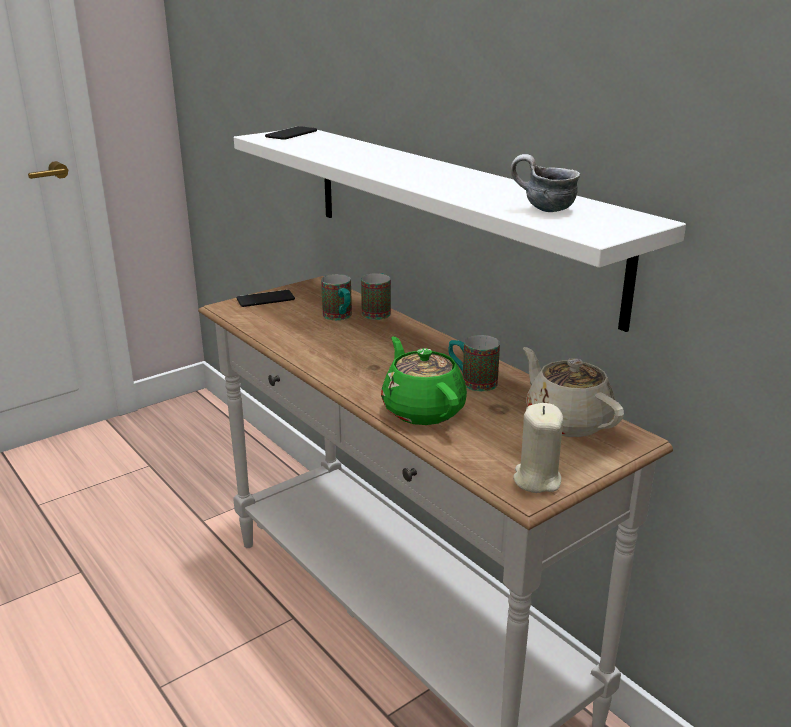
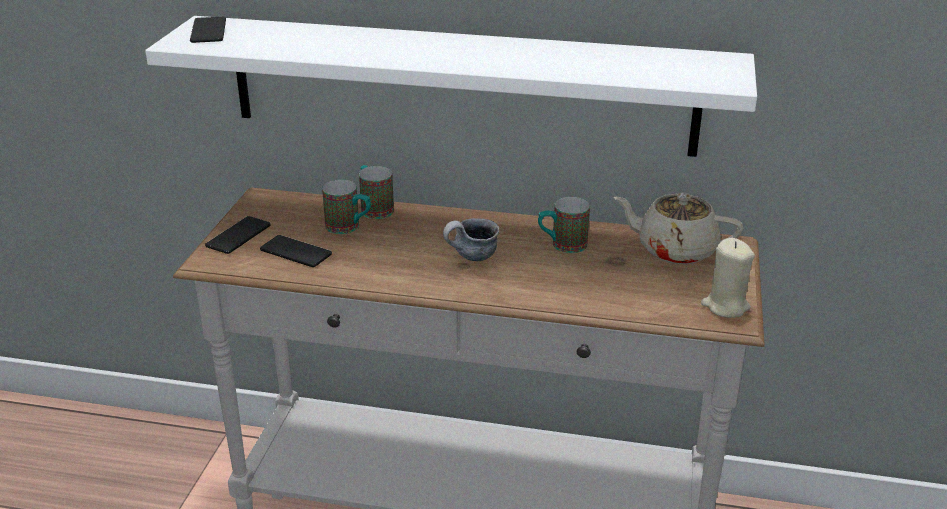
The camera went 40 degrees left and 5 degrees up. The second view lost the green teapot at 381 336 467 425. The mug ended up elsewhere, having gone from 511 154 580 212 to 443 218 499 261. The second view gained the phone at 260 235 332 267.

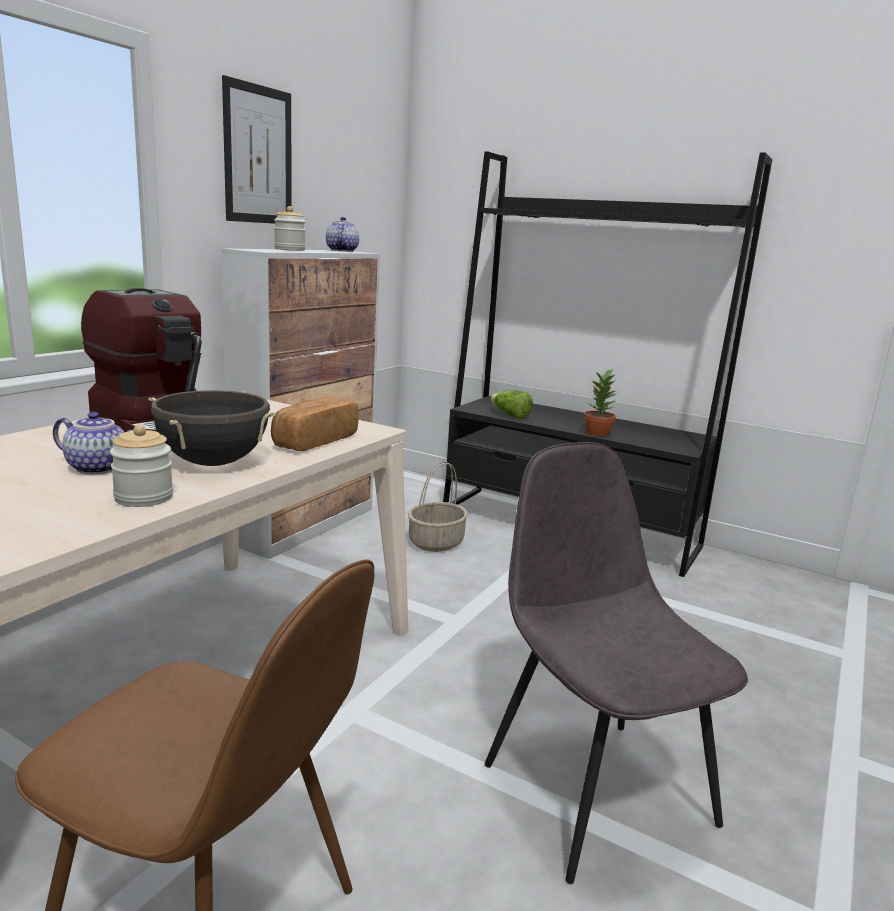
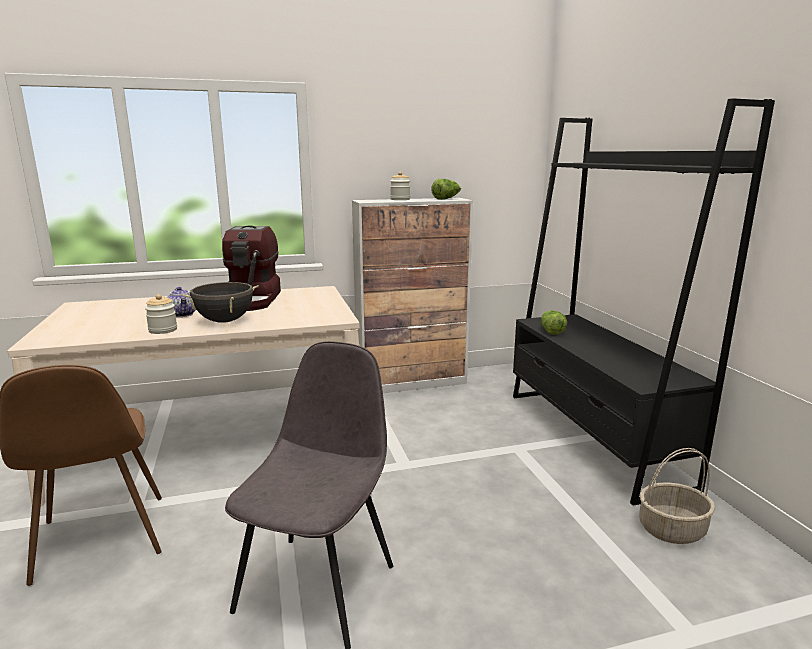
The camera went 45 degrees right and 0 degrees up. The second view lost the picture at 222 75 292 224. The second view lost the bread at 271 397 359 451. Where the teapot stood at 326 217 359 252, the lettuce came to stand at 431 179 461 200. The basket ended up elsewhere, having gone from 408 461 468 552 to 639 448 715 544. The second view lost the potted plant at 584 368 618 436.

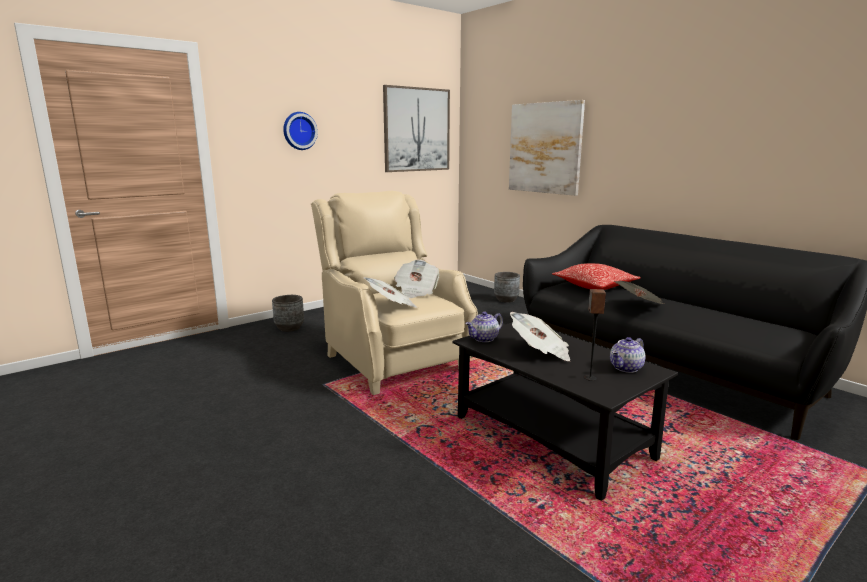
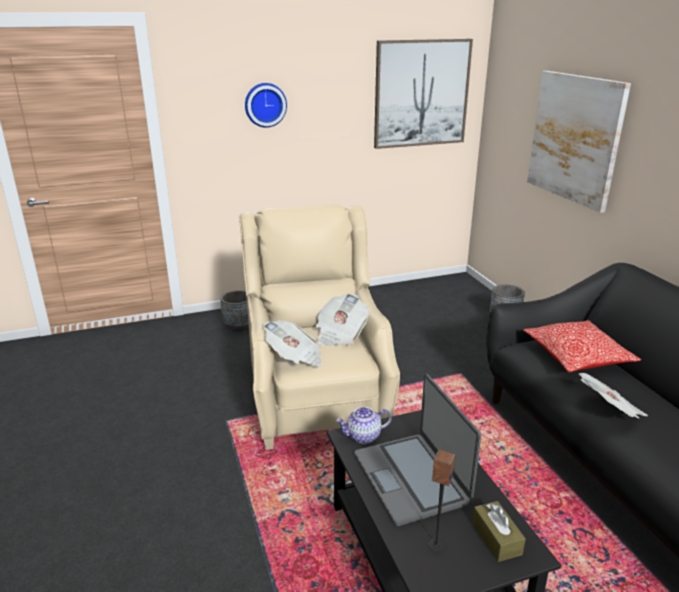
The camera went 20 degrees right and 10 degrees up. Where the newspaper stood at 510 312 570 361, the laptop came to stand at 354 374 481 526. Where the teapot stood at 610 337 645 373, the brown tissue box came to stand at 472 501 526 562.

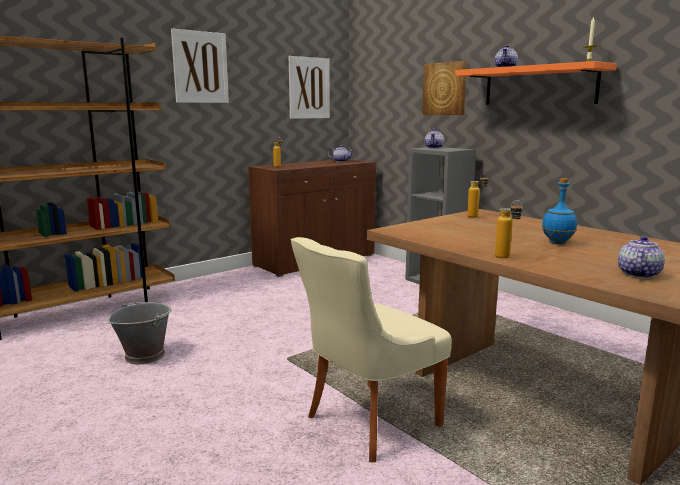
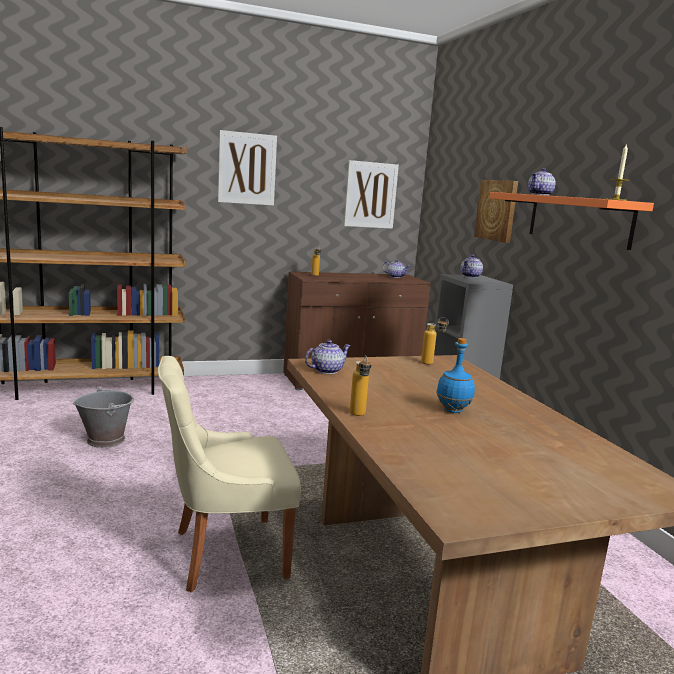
The camera went 20 degrees right and 0 degrees up. The teapot ended up elsewhere, having gone from 618 236 665 278 to 305 340 351 374.

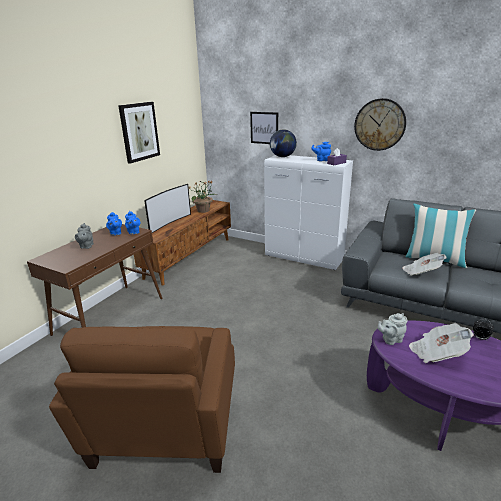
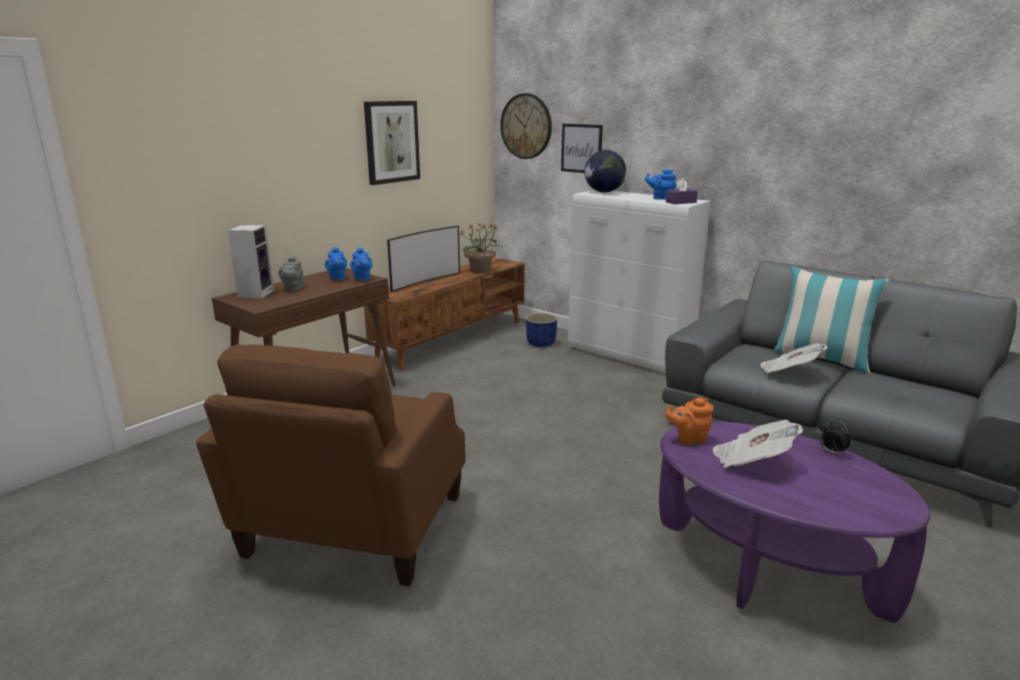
The camera went 10 degrees right and 5 degrees down. The wall clock ended up elsewhere, having gone from 354 98 406 151 to 500 93 552 159. What was the grey teapot at 378 313 408 345 turned into the orange teapot at 665 398 714 445. The second view gained the speaker at 228 225 274 298. The second view gained the blue planter at 526 313 557 347.

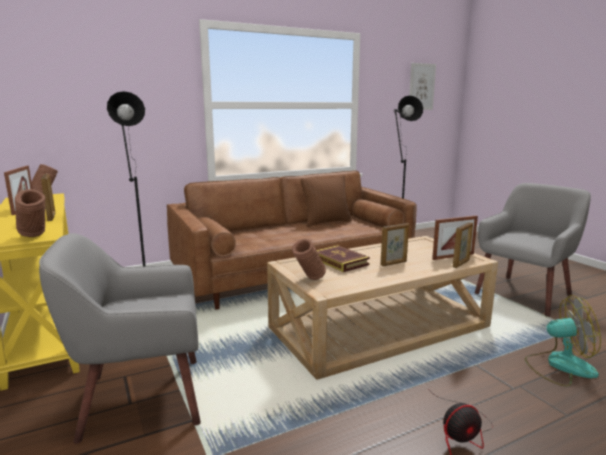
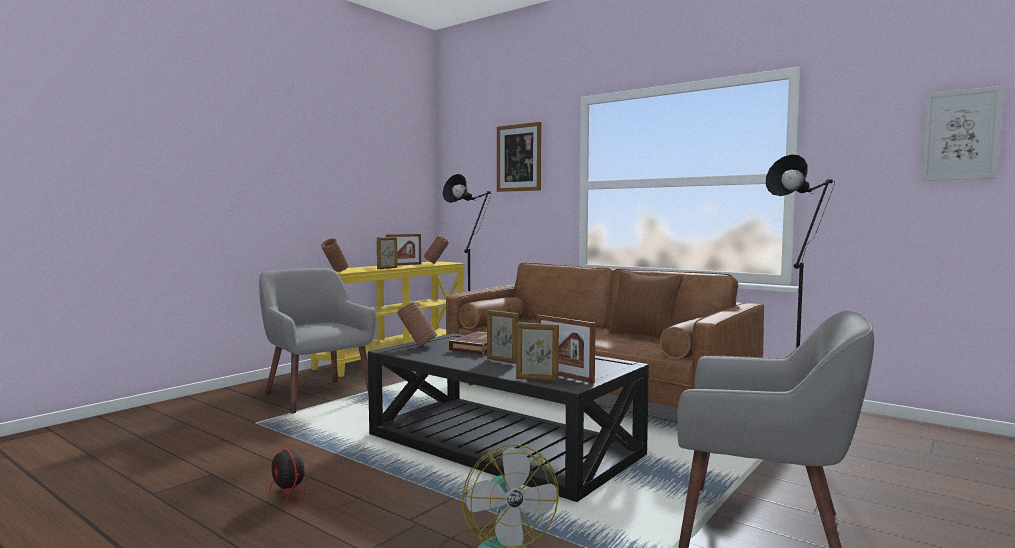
The camera went 65 degrees right and 10 degrees down. What was the beige coffee table at 267 236 498 380 turned into the black coffee table at 368 333 649 502. The second view gained the picture at 497 122 541 192.

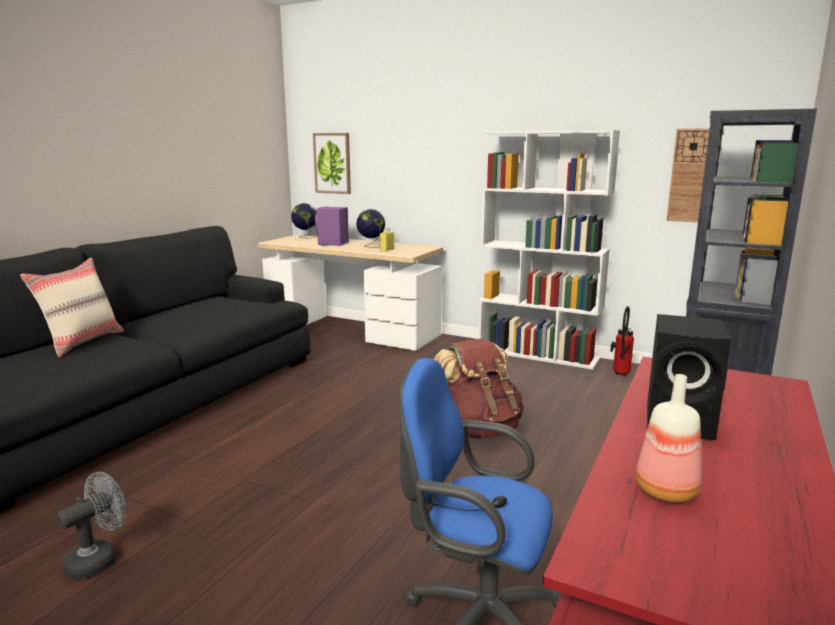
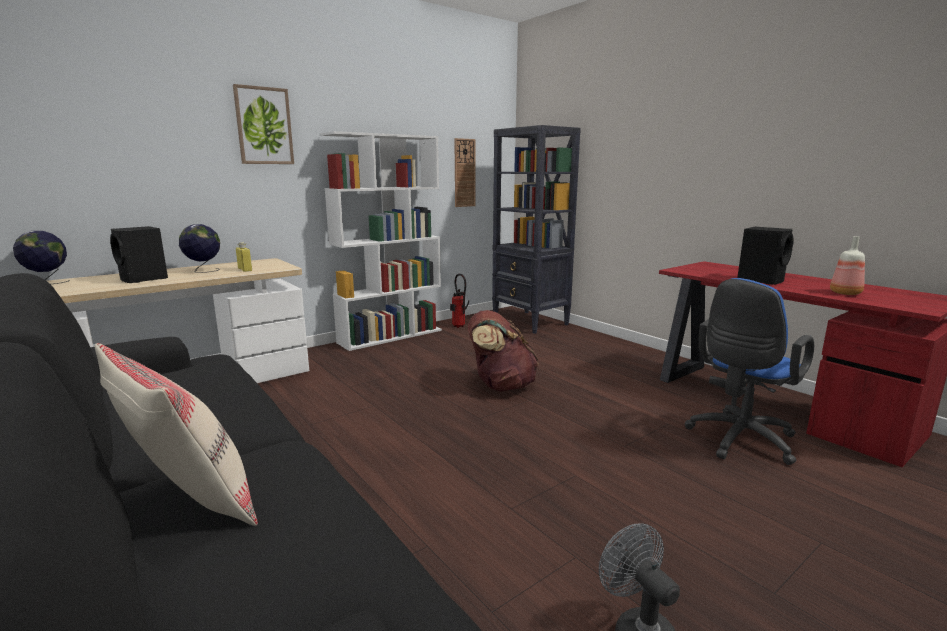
The camera went 65 degrees left and 0 degrees up. The picture ended up elsewhere, having gone from 313 133 351 194 to 233 84 294 164. What was the purple speaker at 315 207 349 246 turned into the black speaker at 110 226 168 283.

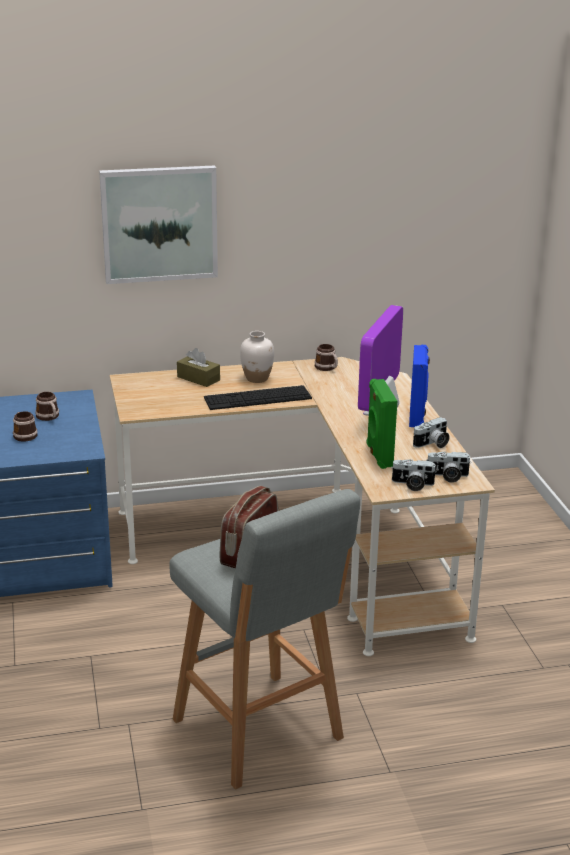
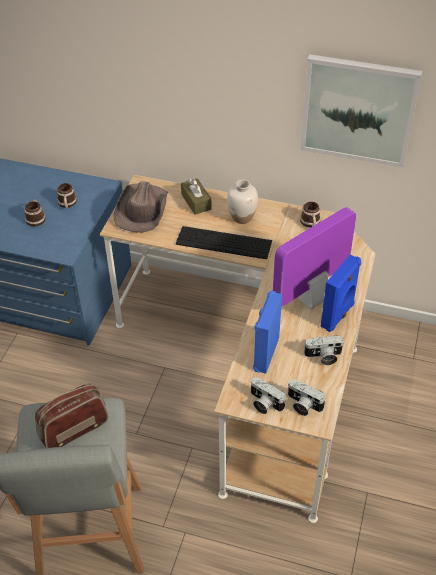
The camera went 30 degrees right and 20 degrees up. The picture ended up elsewhere, having gone from 99 165 218 284 to 300 54 422 167. What was the green speaker at 367 379 397 469 turned into the blue speaker at 253 291 282 374. The second view gained the brown hat at 114 181 169 233.

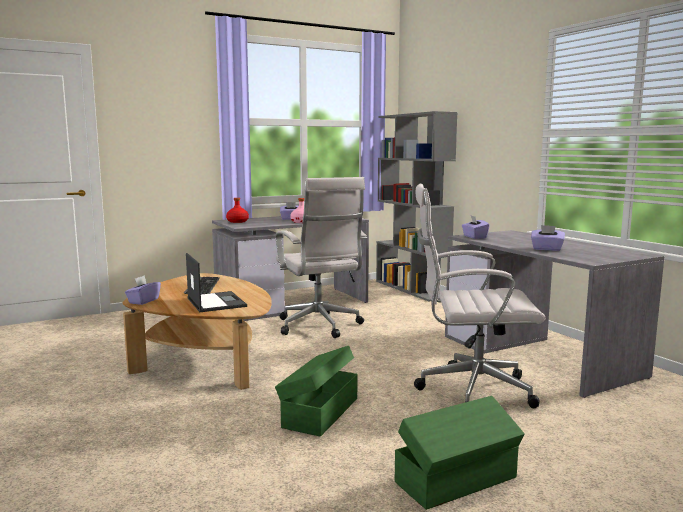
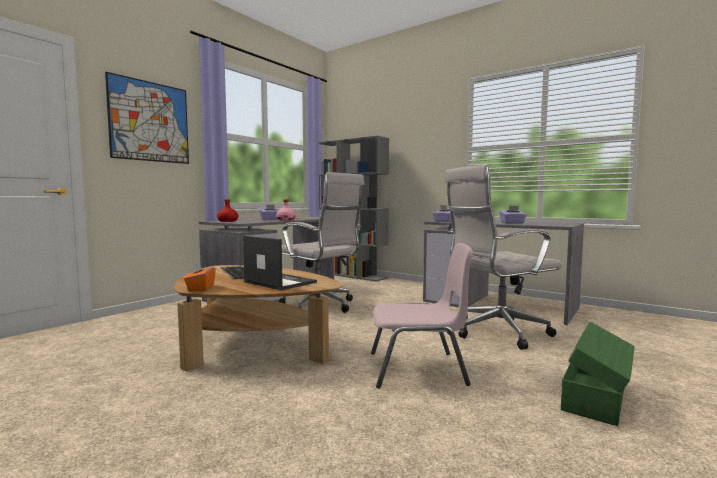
The camera went 25 degrees left and 5 degrees down. What was the purple tissue box at 125 275 161 305 turned into the orange tissue box at 184 262 216 291. Where the green storage box stood at 275 346 357 436, the pink chair came to stand at 371 243 473 389. The second view gained the picture at 105 72 189 164.

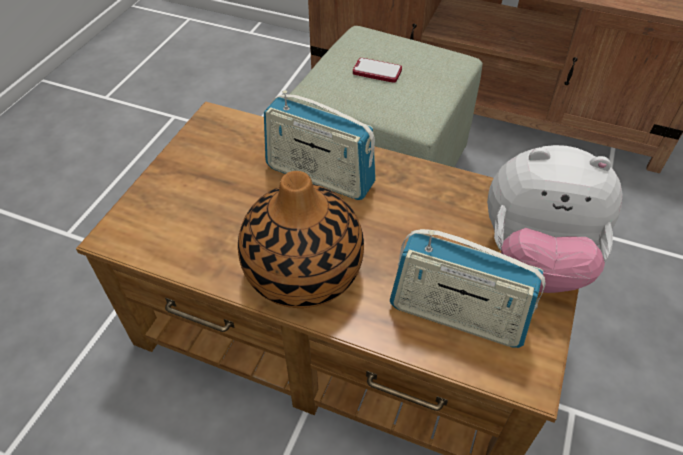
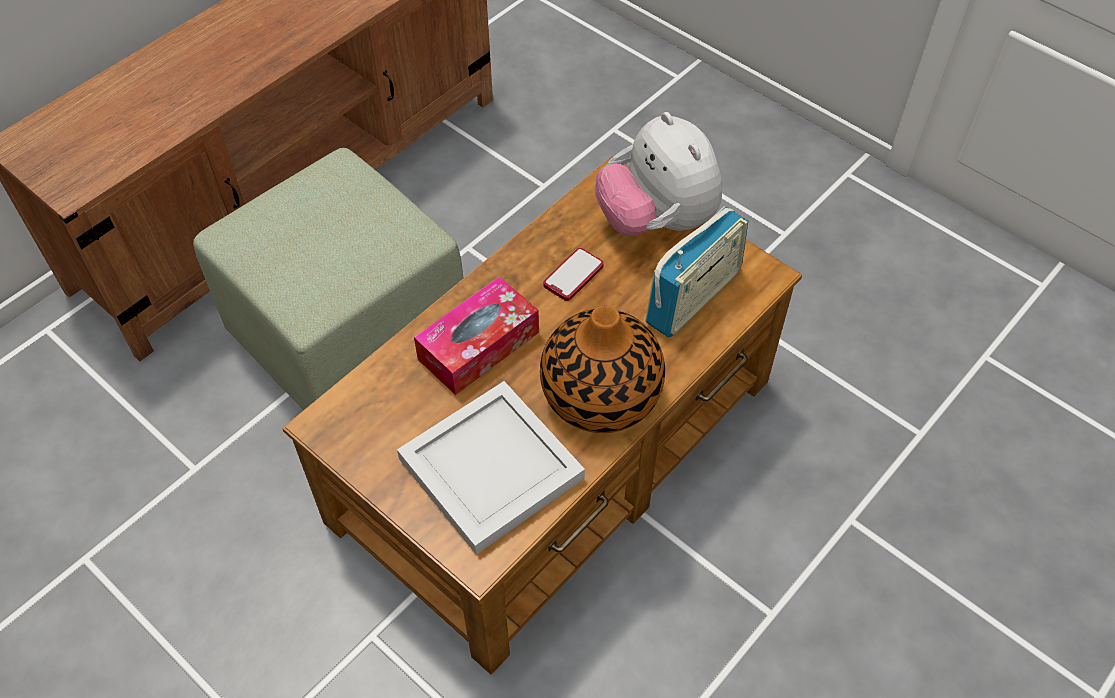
The camera went 70 degrees left and 5 degrees up. Where the radio stood at 264 90 376 200, the tissue box came to stand at 414 276 539 395. The phone ended up elsewhere, having gone from 353 58 402 83 to 543 248 604 301. The plush toy at 487 145 622 293 ended up facing another way, 120 degrees clockwise from before. The second view gained the white tray at 397 381 585 554.

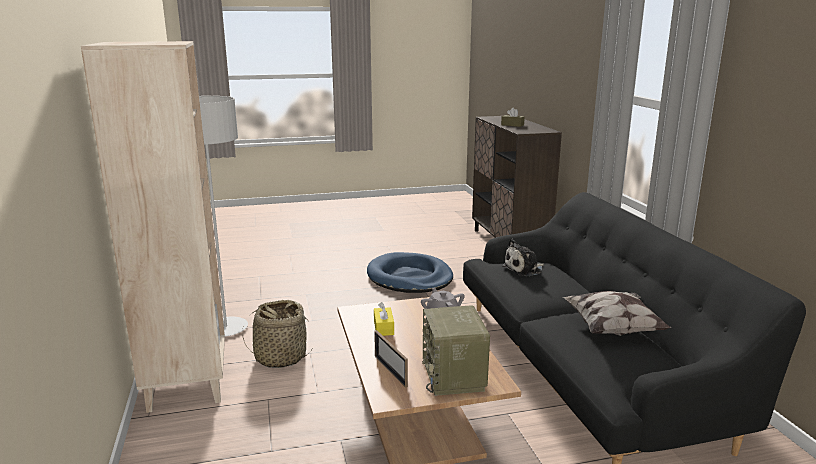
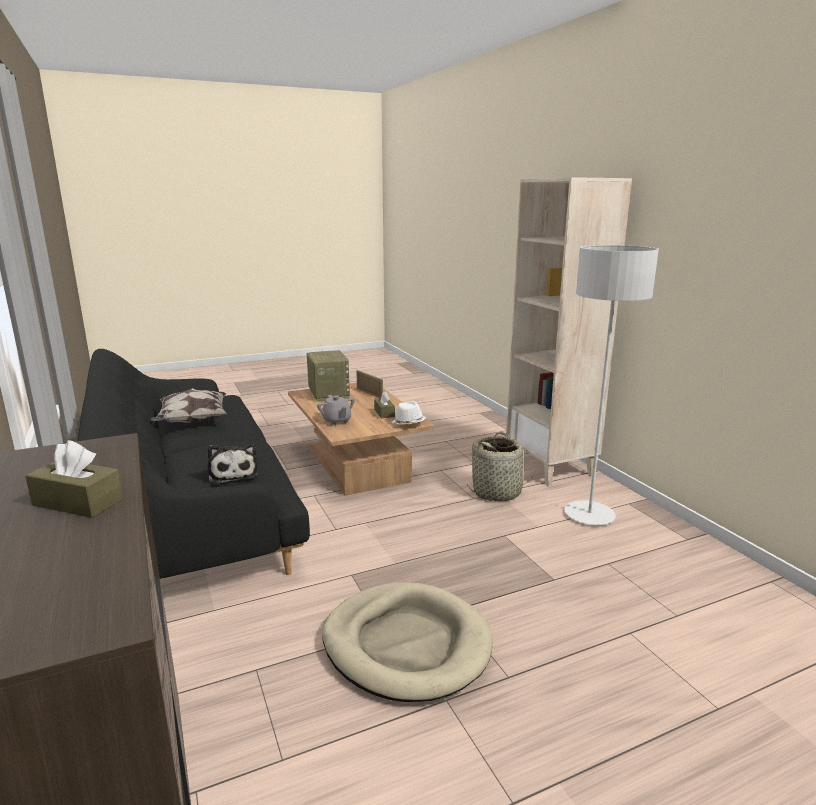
The camera went 170 degrees right and 0 degrees up. What was the blue dog bed at 367 252 453 293 turned into the beige dog bed at 322 582 493 702. What was the yellow tissue box at 374 302 394 336 turned into the brown tissue box at 374 392 395 418. The plush toy at 502 239 544 276 ended up facing another way, 105 degrees clockwise from before. The second view gained the white hat at 392 401 426 424.

